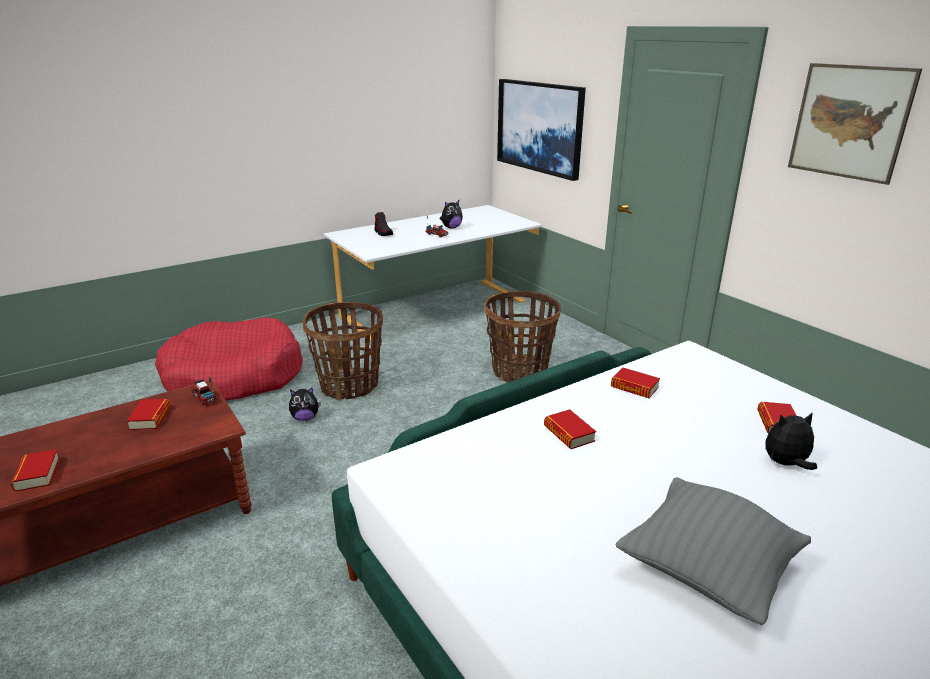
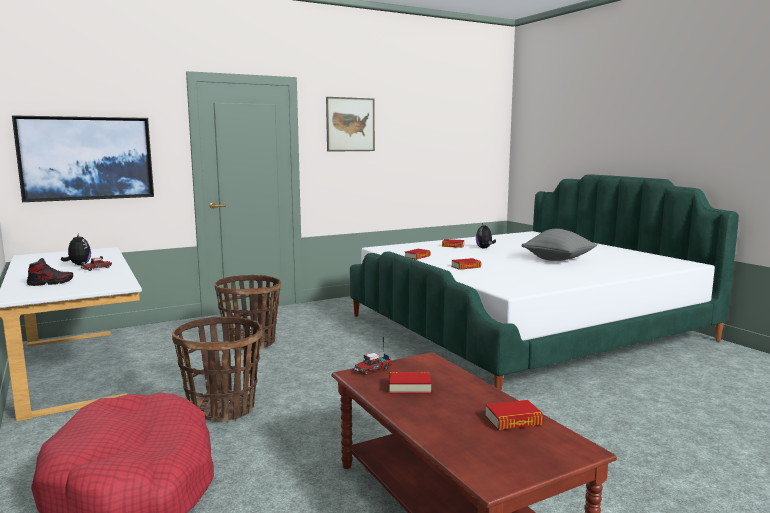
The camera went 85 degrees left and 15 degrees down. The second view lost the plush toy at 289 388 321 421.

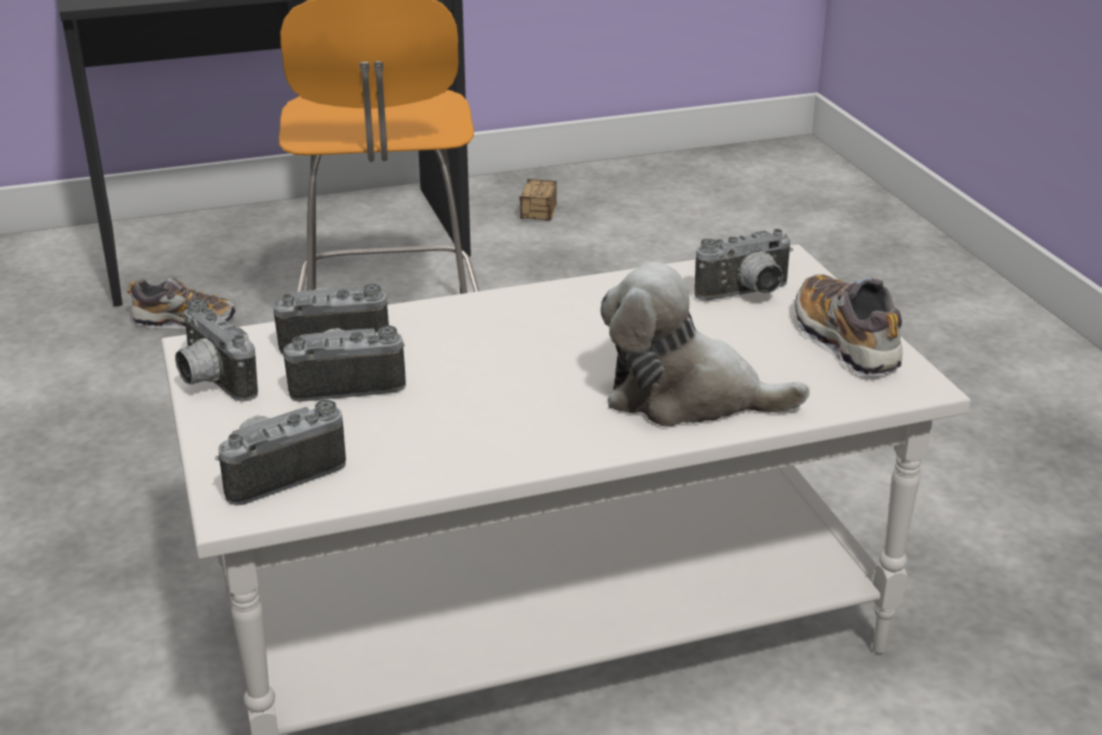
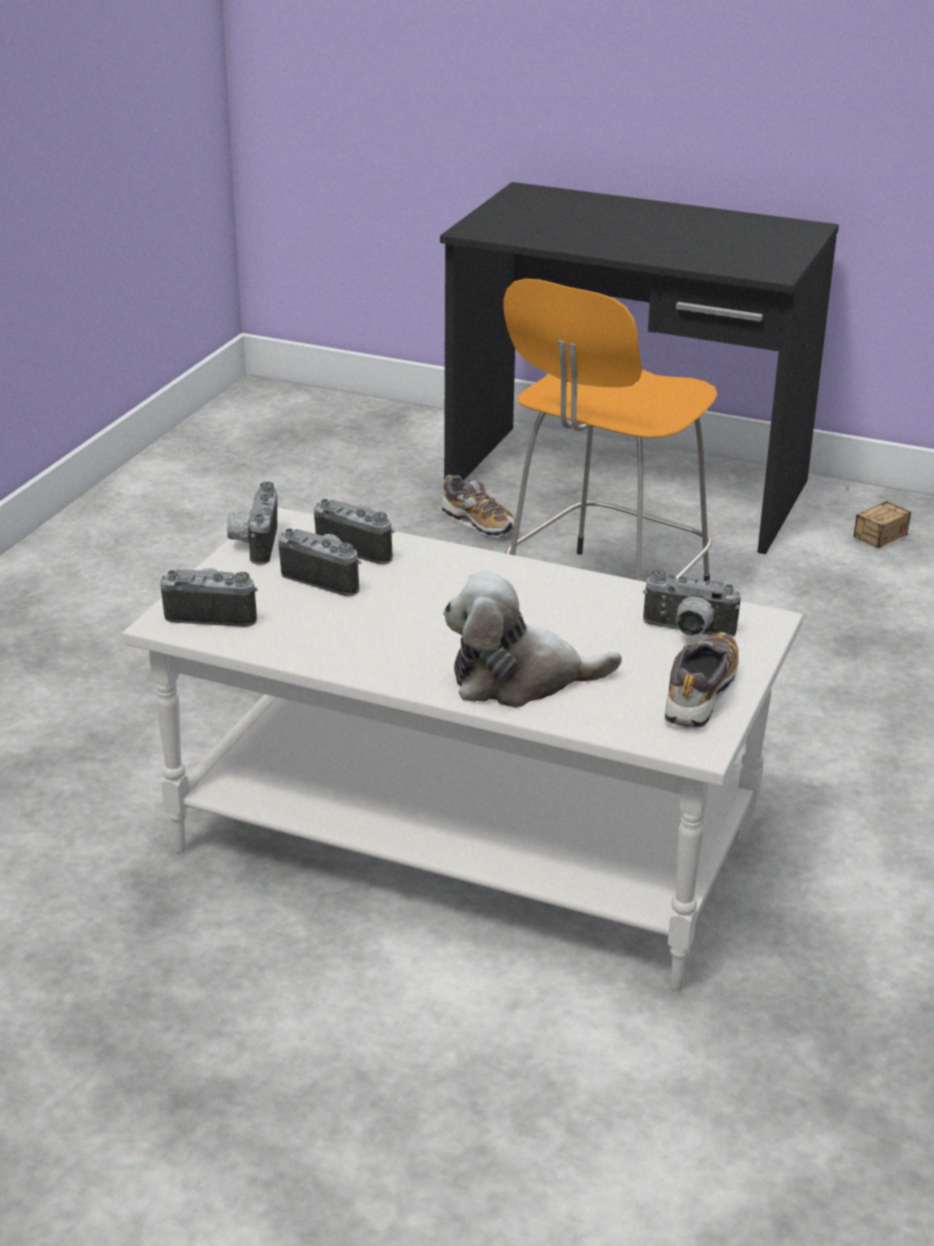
The camera went 40 degrees right and 0 degrees up. The plush toy at 601 262 810 427 ended up facing another way, 60 degrees counterclockwise from before.

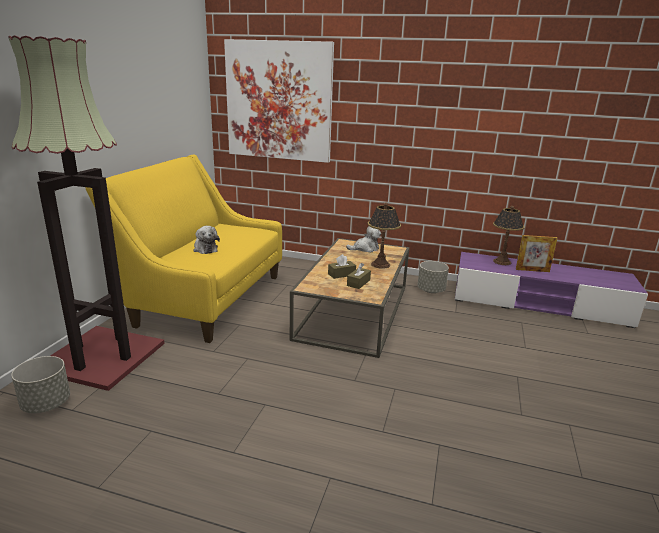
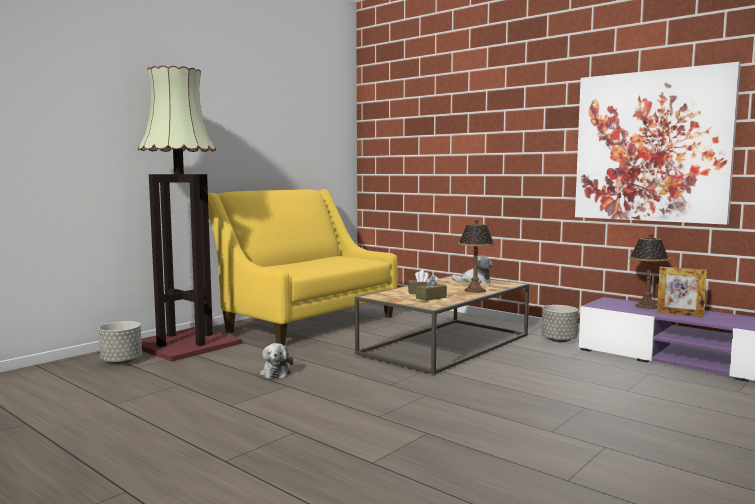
The camera went 25 degrees right and 15 degrees down. The plush toy ended up elsewhere, having gone from 193 226 220 254 to 260 343 293 379. The picture ended up elsewhere, having gone from 224 39 334 163 to 575 62 741 225.

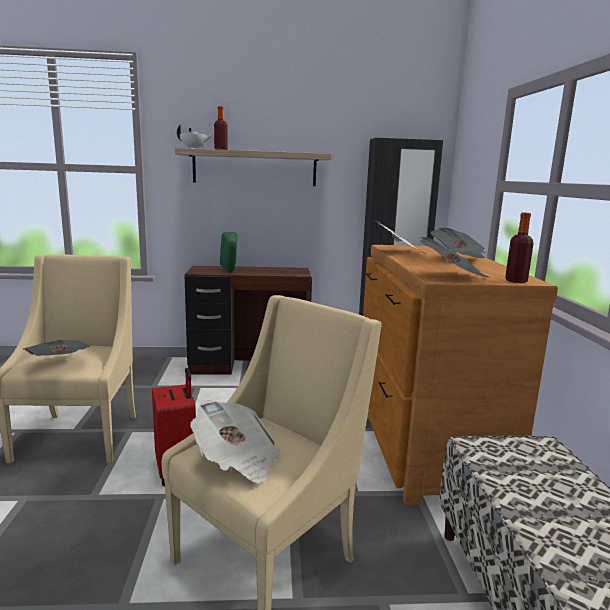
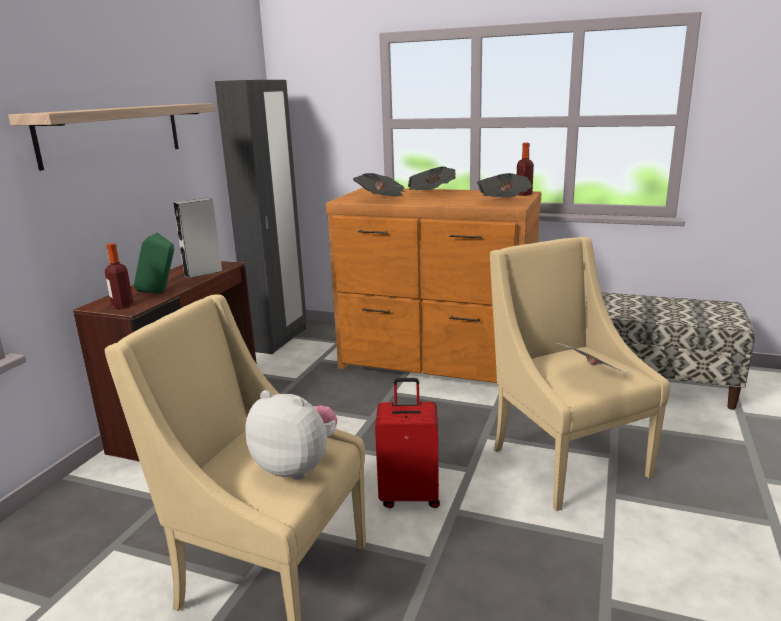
The camera went 65 degrees left and 5 degrees up. Where the newspaper stood at 23 340 89 356, the plush toy came to stand at 246 390 337 480. The second view lost the white teapot at 177 124 213 149. The bottle ended up elsewhere, having gone from 214 106 228 150 to 105 243 133 309. The second view gained the grey speaker at 173 198 223 279.

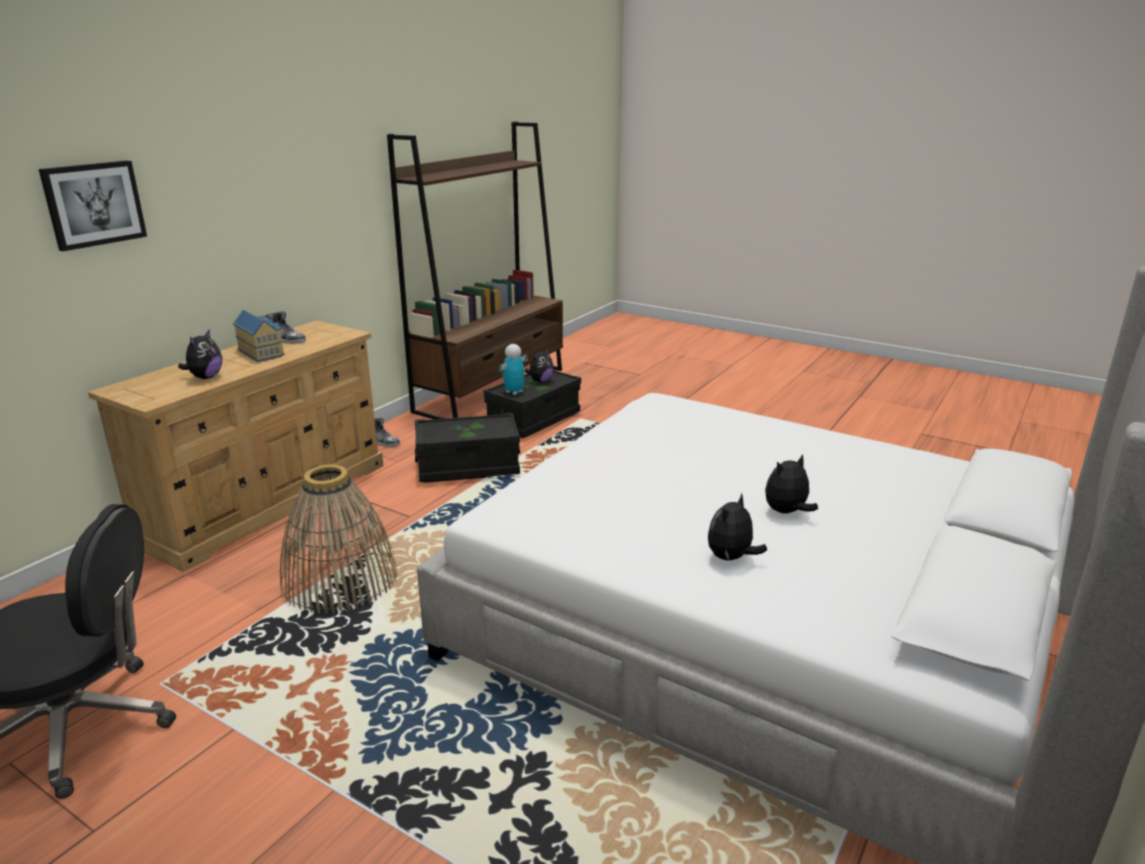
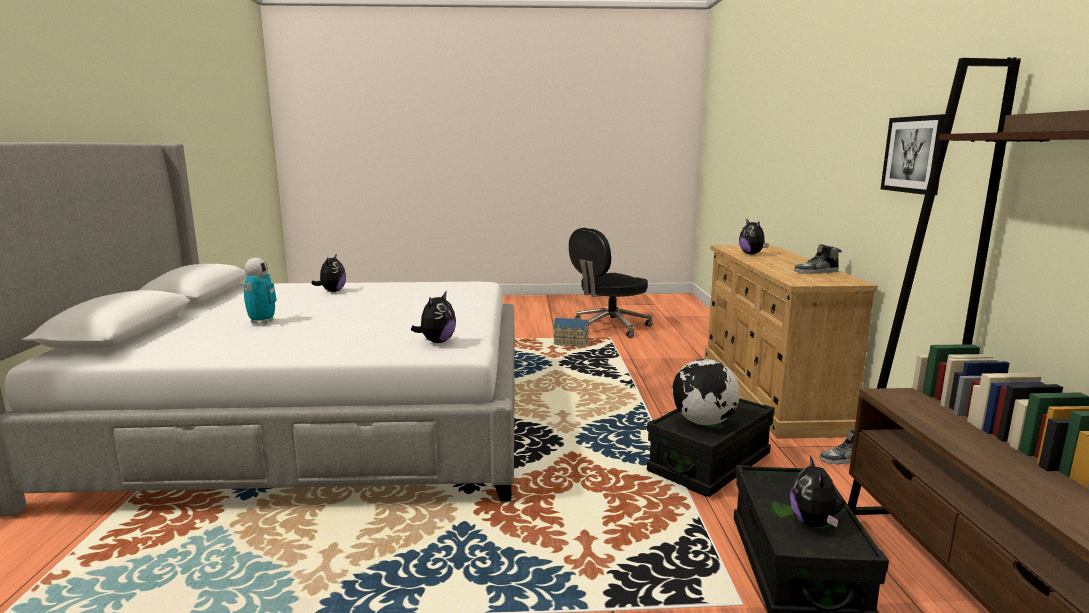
The camera went 145 degrees right and 10 degrees down. The picture ended up elsewhere, having gone from 39 160 147 251 to 881 114 945 195. The toy house ended up elsewhere, having gone from 233 310 285 362 to 553 318 589 347. The second view lost the basket at 280 464 397 614. The toy robot ended up elsewhere, having gone from 499 344 528 395 to 244 258 277 324. The plush toy ended up elsewhere, having gone from 765 454 818 513 to 411 291 456 343. The second view gained the globe at 672 359 740 426.

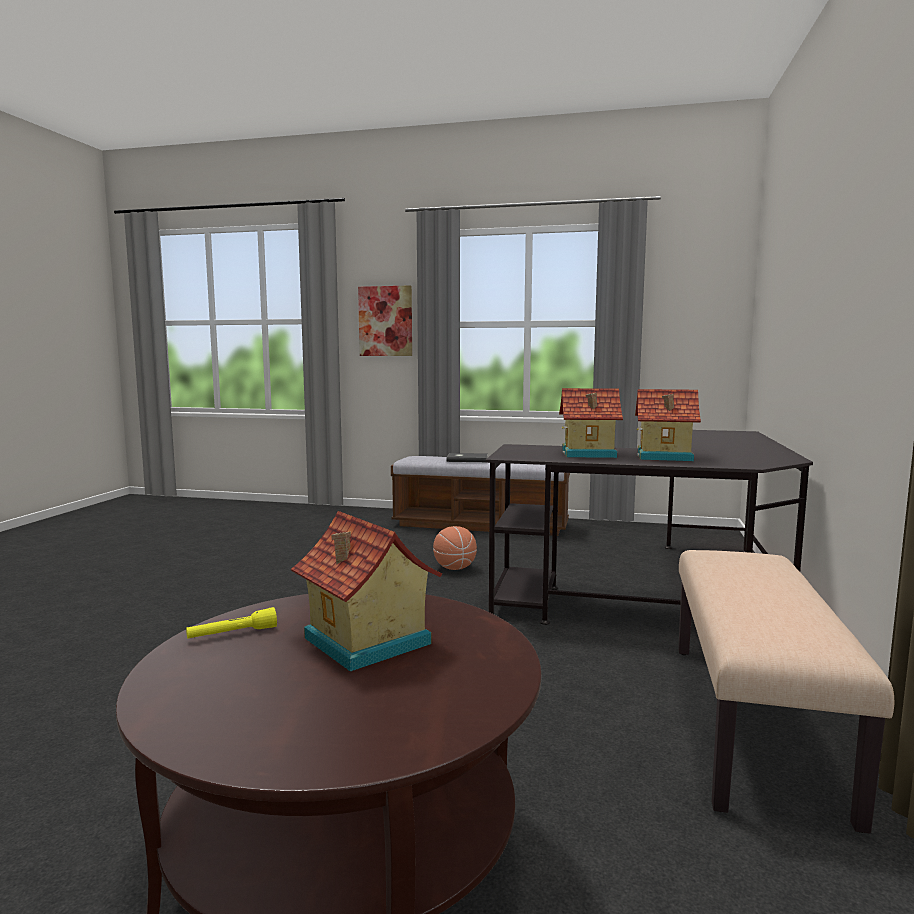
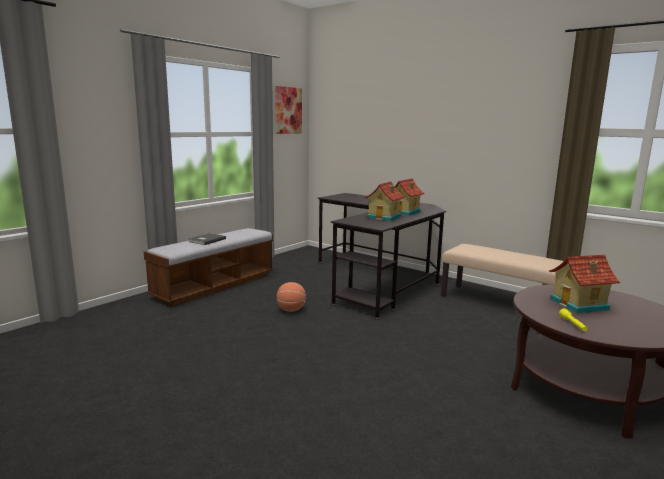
The camera went 65 degrees left and 5 degrees up. The picture ended up elsewhere, having gone from 358 285 412 356 to 275 86 302 134.

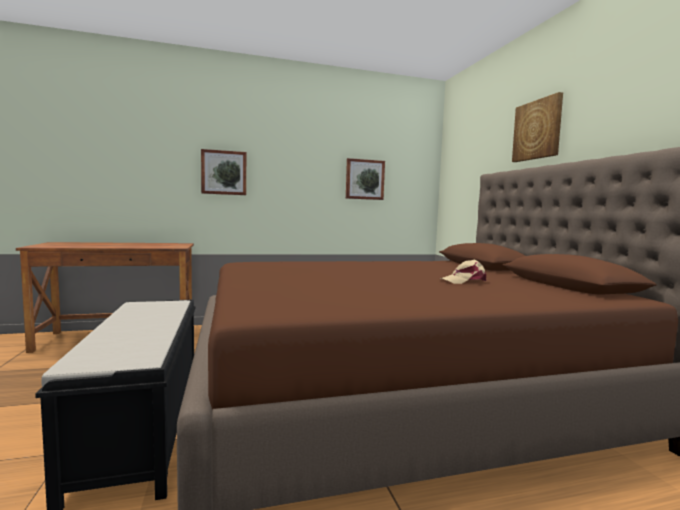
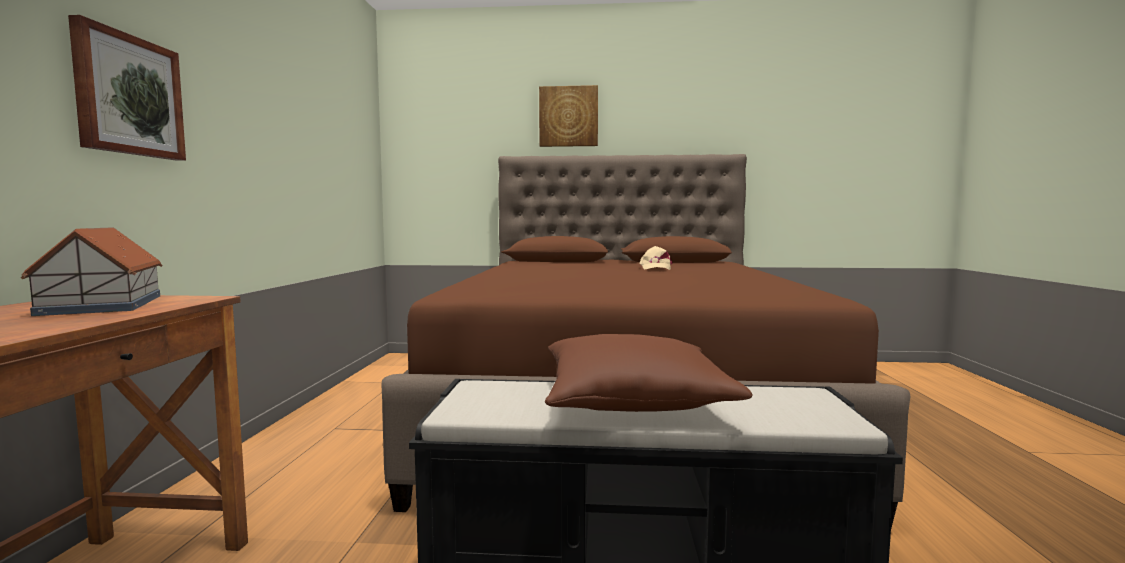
The camera went 70 degrees left and 0 degrees up. The second view lost the picture at 346 158 385 200. The second view gained the toy house at 21 227 163 316. The second view gained the brown pillow at 545 334 753 412.

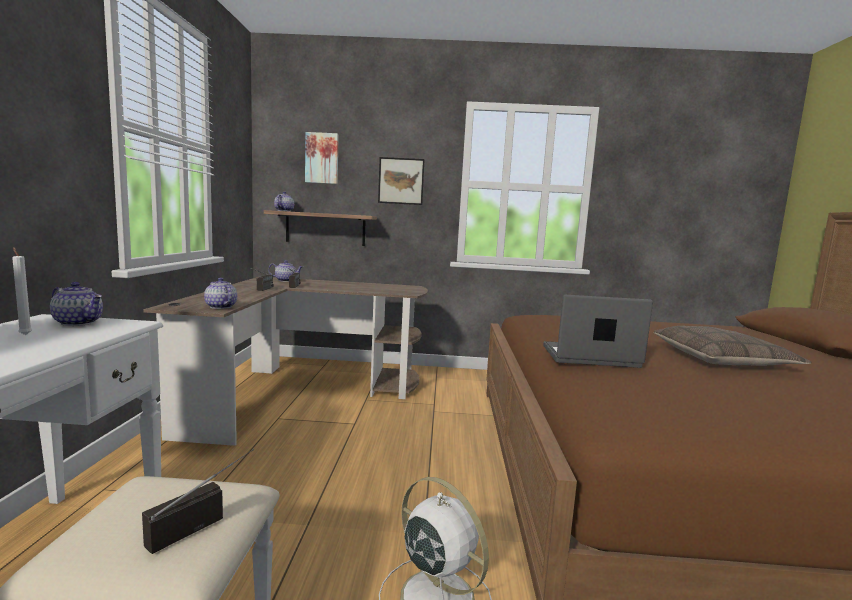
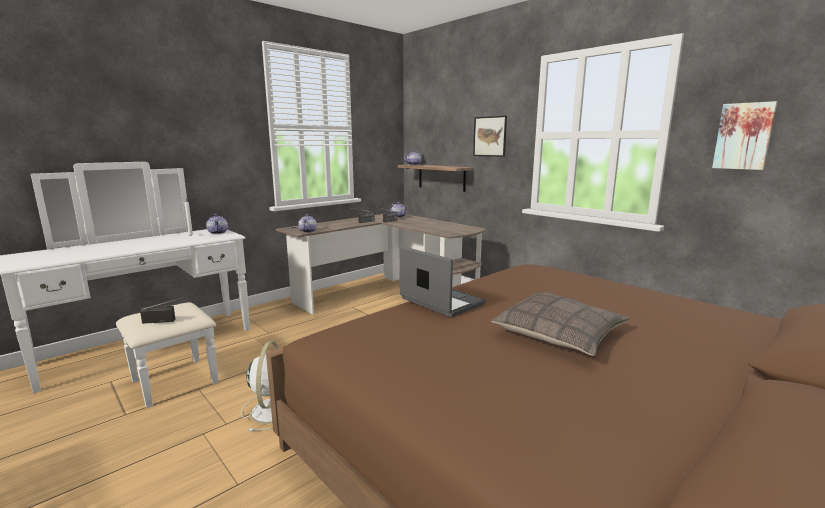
The camera went 45 degrees right and 5 degrees up. The picture ended up elsewhere, having gone from 305 132 339 184 to 712 101 778 170.

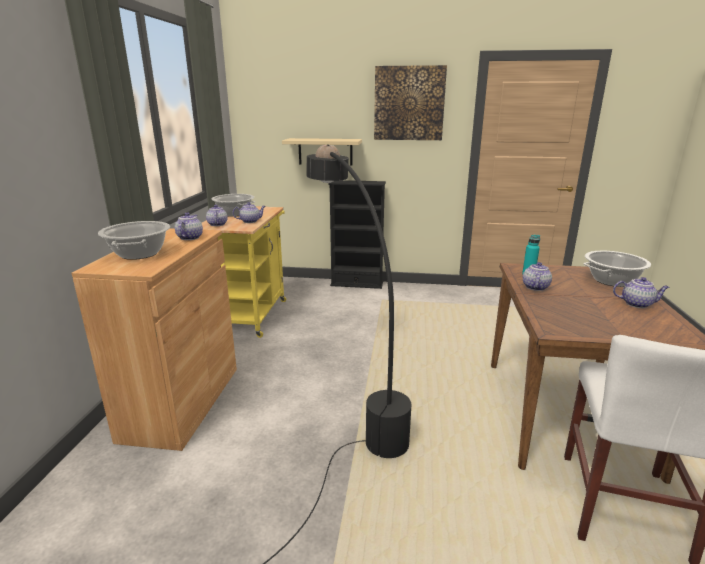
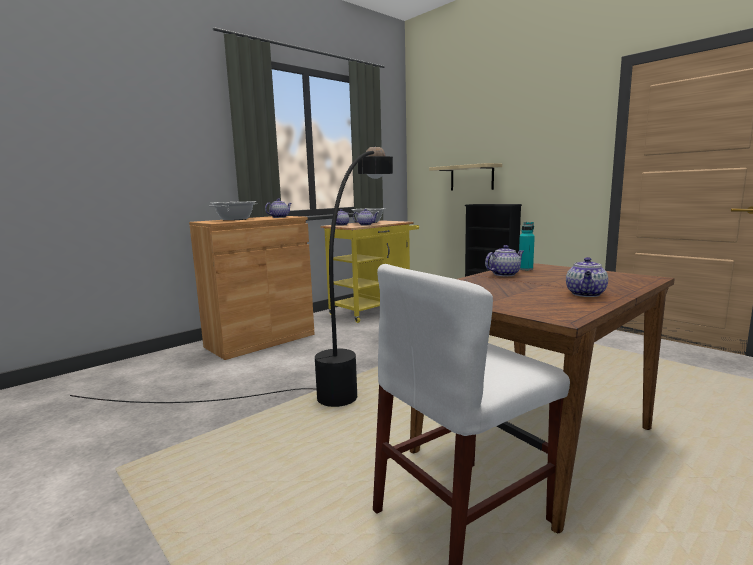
The camera went 40 degrees right and 10 degrees down. The second view lost the picture at 374 65 447 140. The second view lost the cooking pot at 584 251 651 287. The teapot at 613 277 670 308 ended up facing another way, 60 degrees clockwise from before.

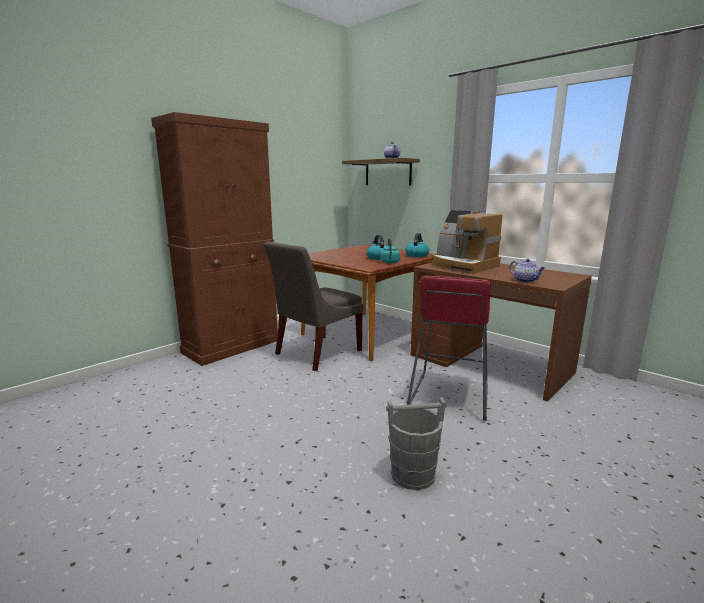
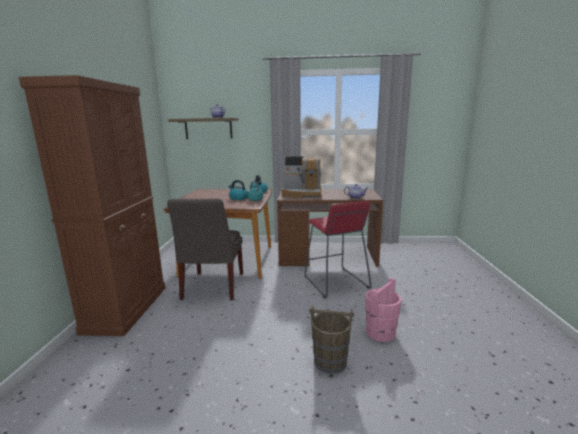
The camera went 40 degrees left and 0 degrees up. What was the grey bucket at 386 397 446 490 turned into the pink bucket at 365 278 402 342. The second view gained the brown bucket at 309 305 354 374.

